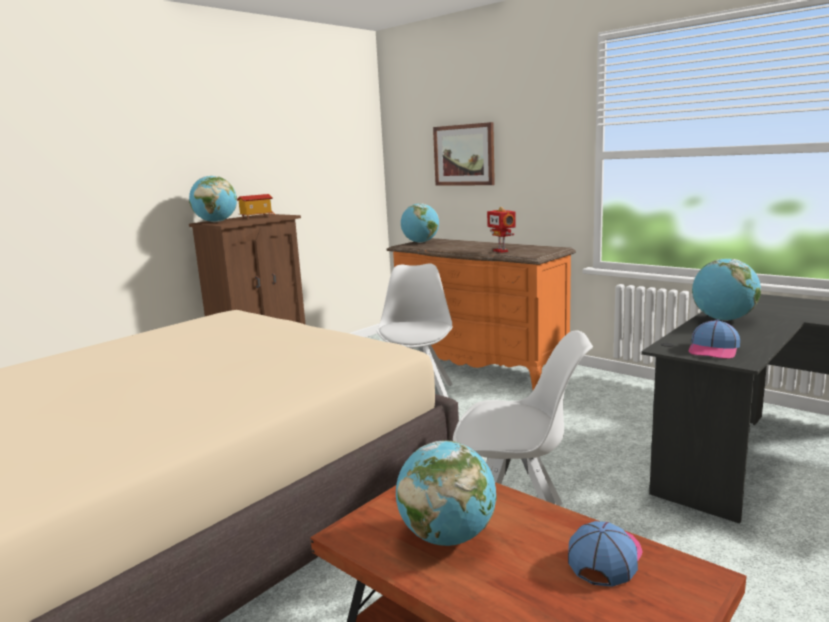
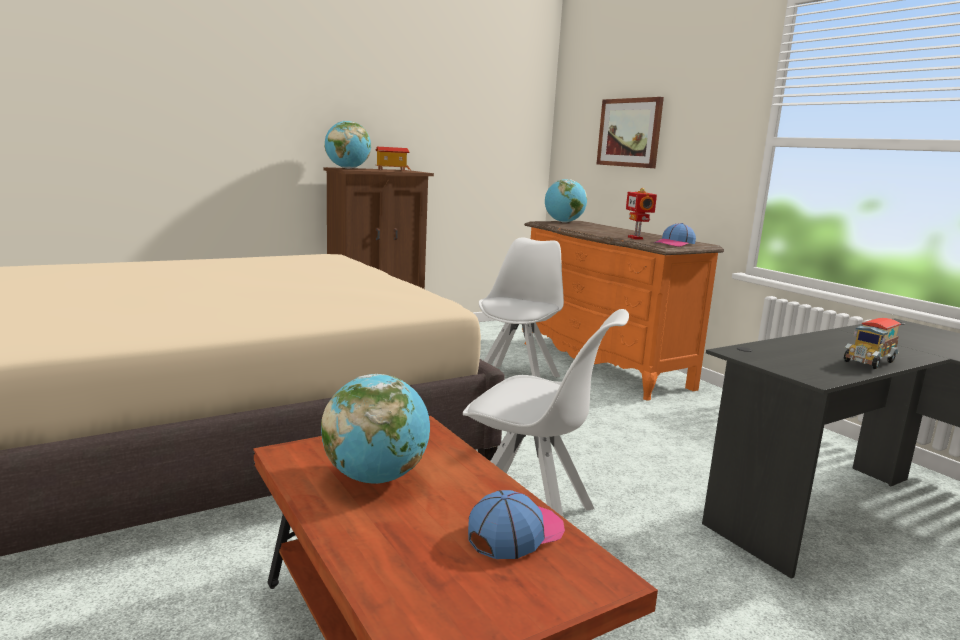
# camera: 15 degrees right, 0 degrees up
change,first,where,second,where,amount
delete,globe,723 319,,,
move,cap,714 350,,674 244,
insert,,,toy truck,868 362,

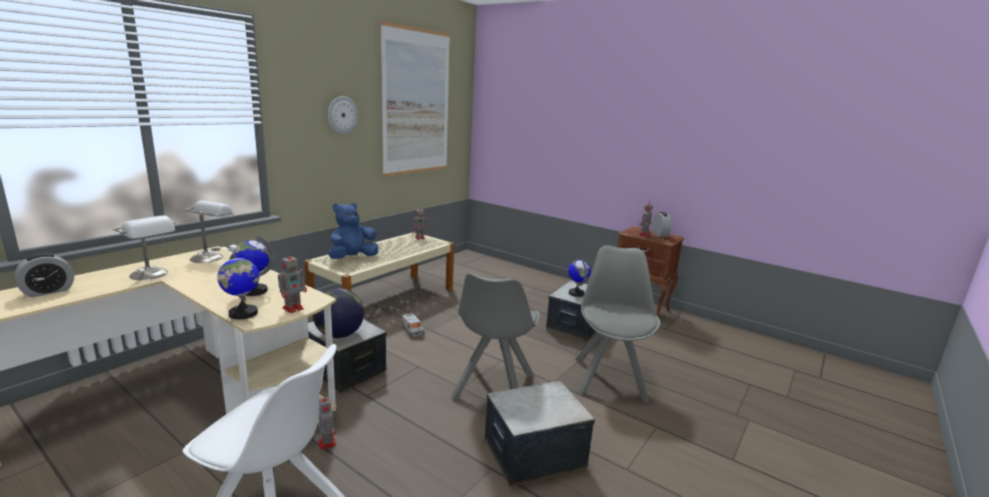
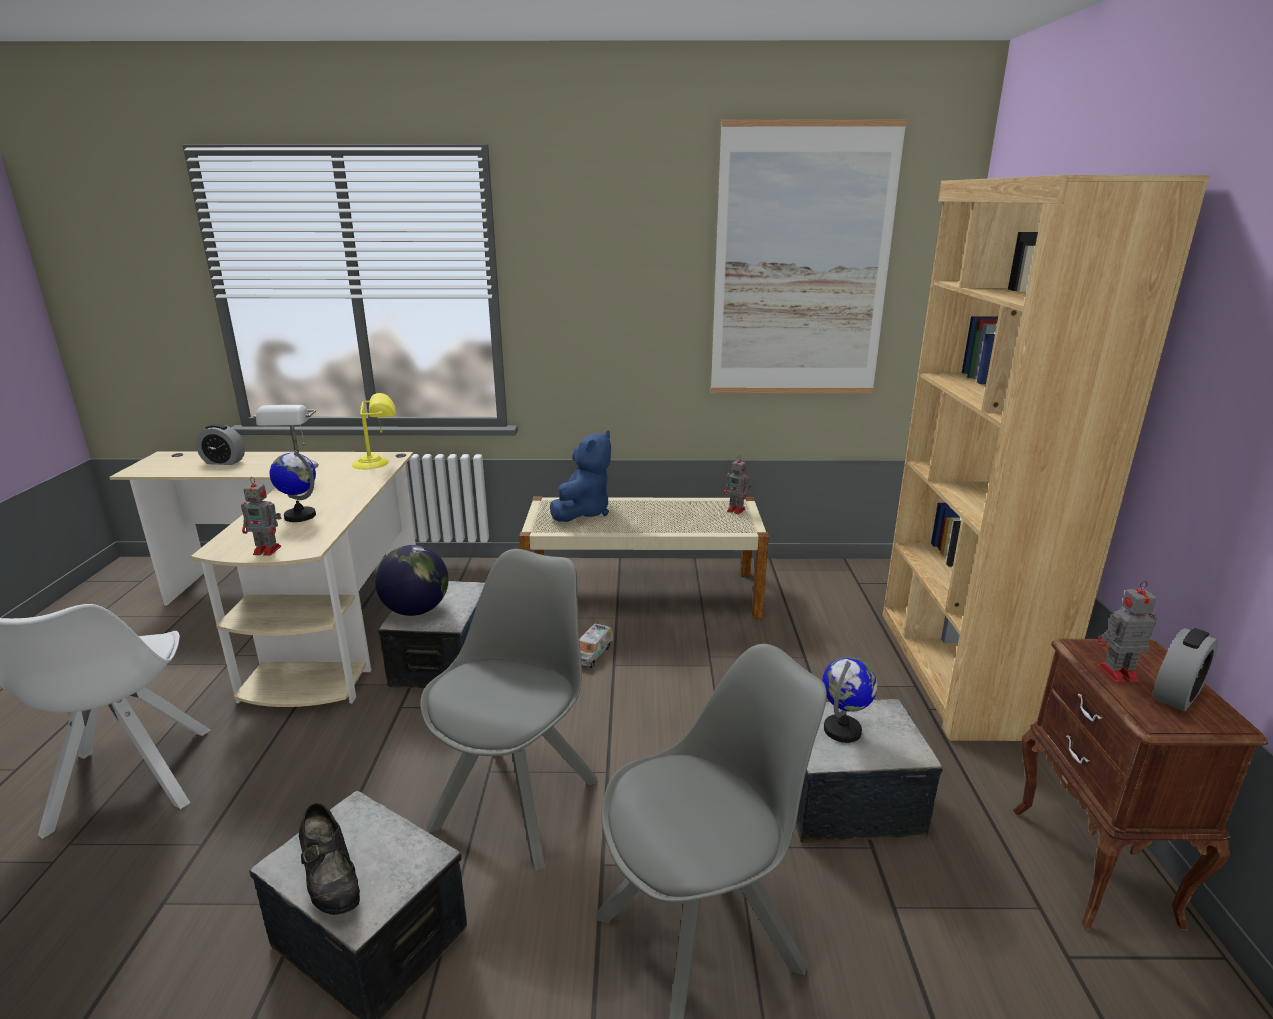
# camera: 55 degrees right, 5 degrees up
change,first,where,second,where,amount
delete,wall clock,342 115,,,
recolor,white table lamp,211 256,yellow table lamp,378 462,
rotate,blue plush toy,352 258,,583 512,105 degrees clockwise
delete,globe,243 313,,,
rotate,grey chair,493 387,,518 801,135 degrees clockwise
delete,toy robot,326 443,,,
insert,,,brown bookcase,956 670,
insert,,,black shoe,331 882,

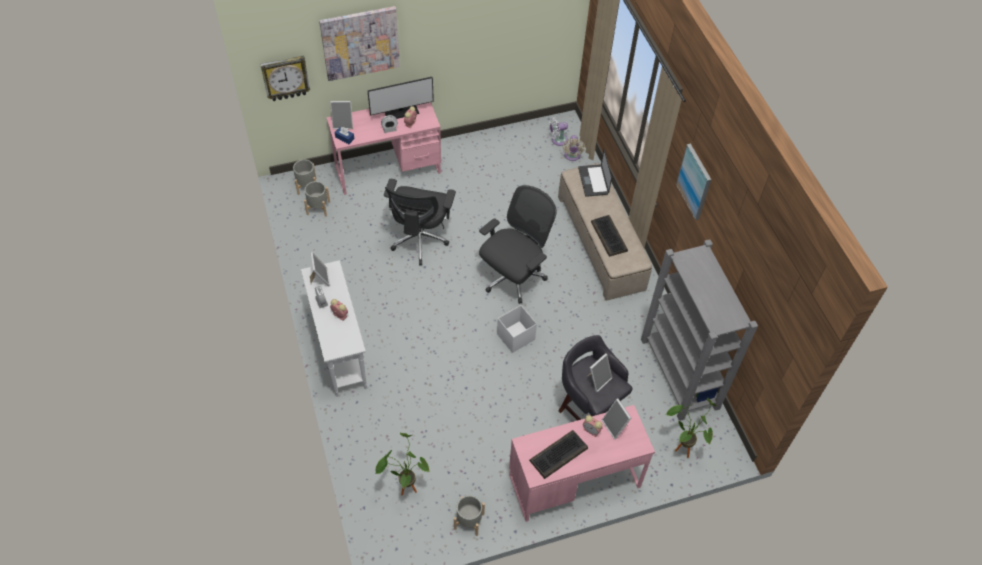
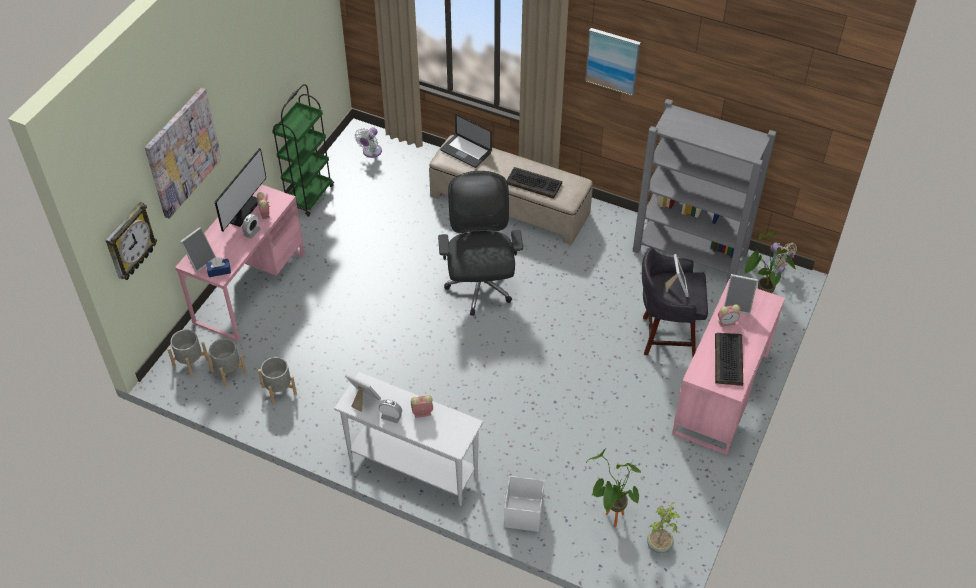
# camera: 45 degrees left, 5 degrees down
change,first,where,second,where,amount
move,beige fan,572 156,,776 267,
delete,office chair,419 238,,,
move,white storage box,515 337,,523 514,
move,grey planter,469 521,,279 390,
insert,,,green cart,309 198,
insert,,,potted plant,660 544,

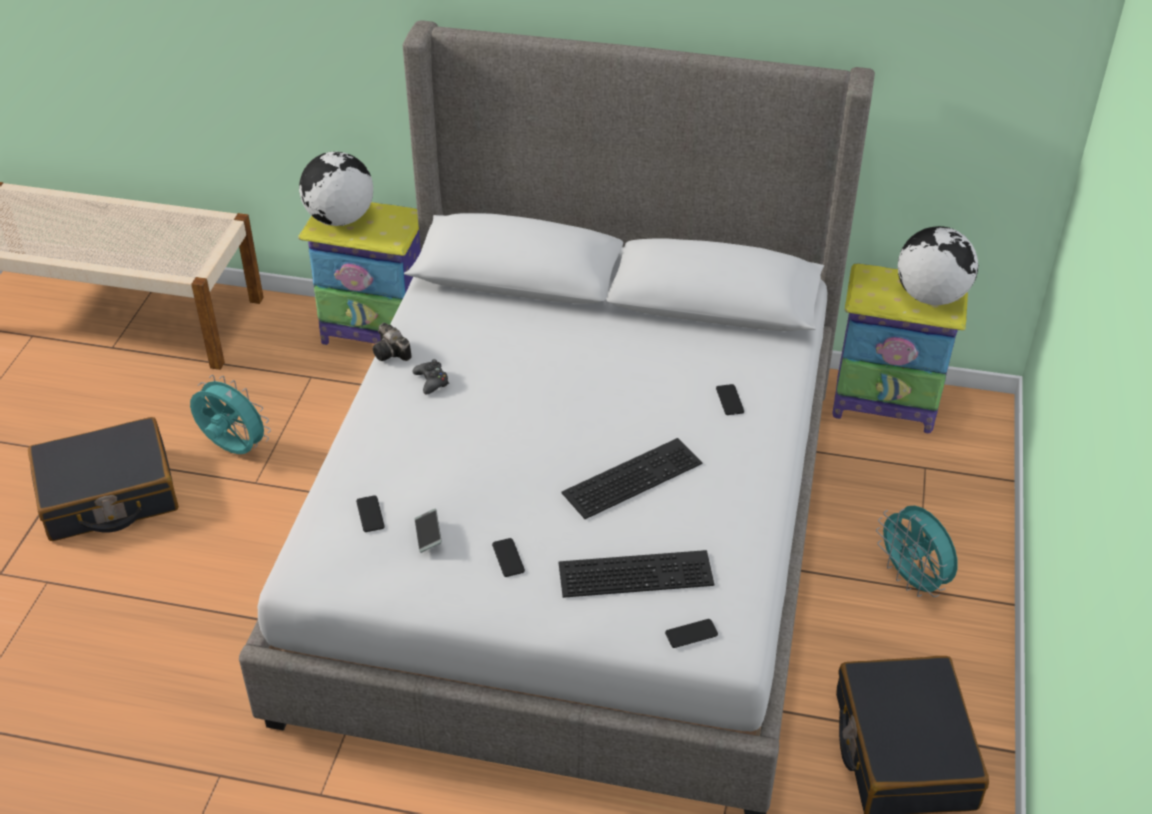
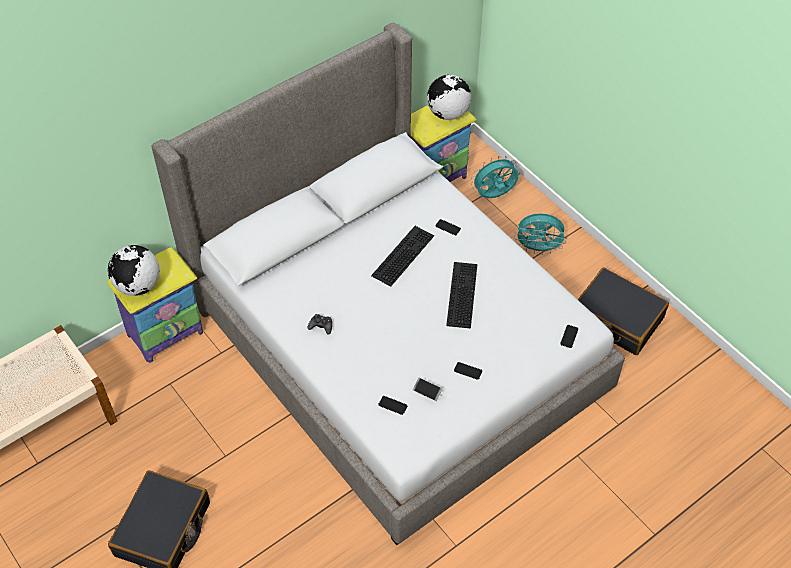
# camera: 50 degrees left, 10 degrees up
change,first,where,second,where,amount
delete,photo camera,392 353,,,
move,turquoise fan,233 449,,494 196,
move,keyboard,637 571,,402 254,

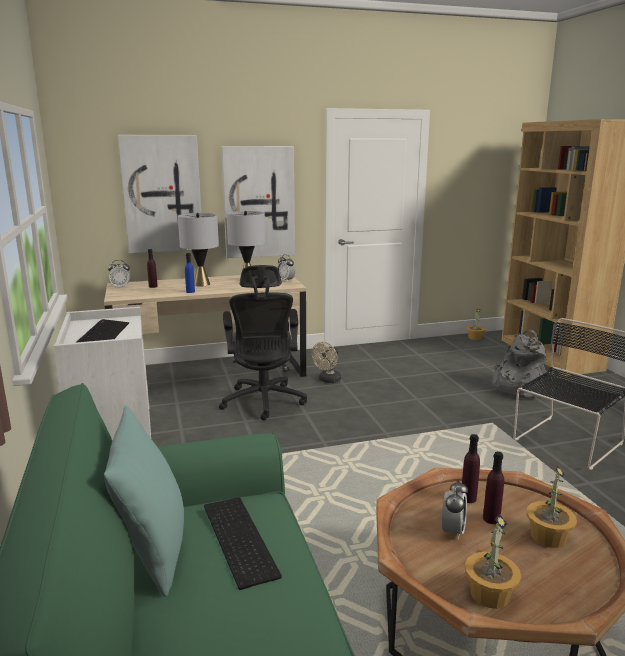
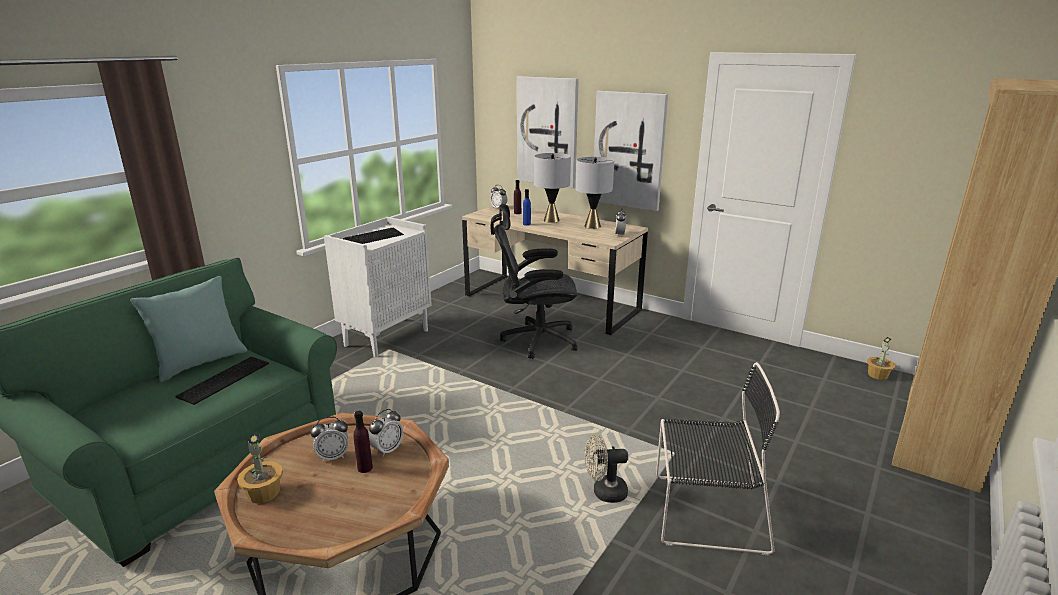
# camera: 50 degrees right, 5 degrees up
change,first,where,second,where,amount
rotate,office chair,263 403,,535 340,45 degrees clockwise
delete,grey backpack,517 388,,,
move,beige fan,328 380,,604 492,
replace,purple bottle,468 498,alarm clock,387 450,
delete,potted plant,547 536,,,

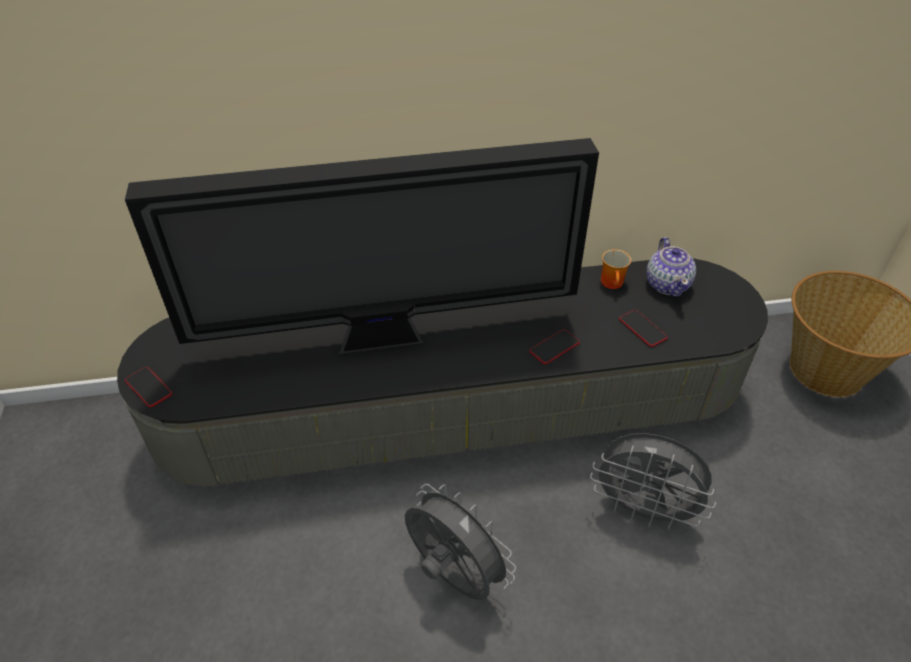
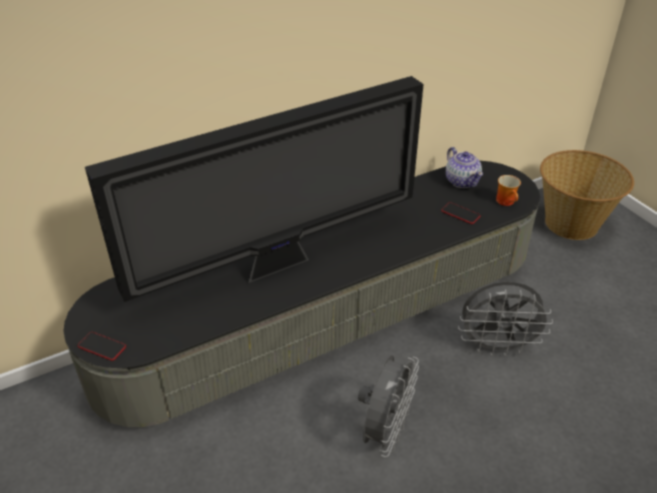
# camera: 20 degrees left, 5 degrees down
change,first,where,second,where,amount
move,mug,614 283,,507 201,
delete,phone,554 347,,,
rotate,grey fan,453 576,,385 431,90 degrees clockwise

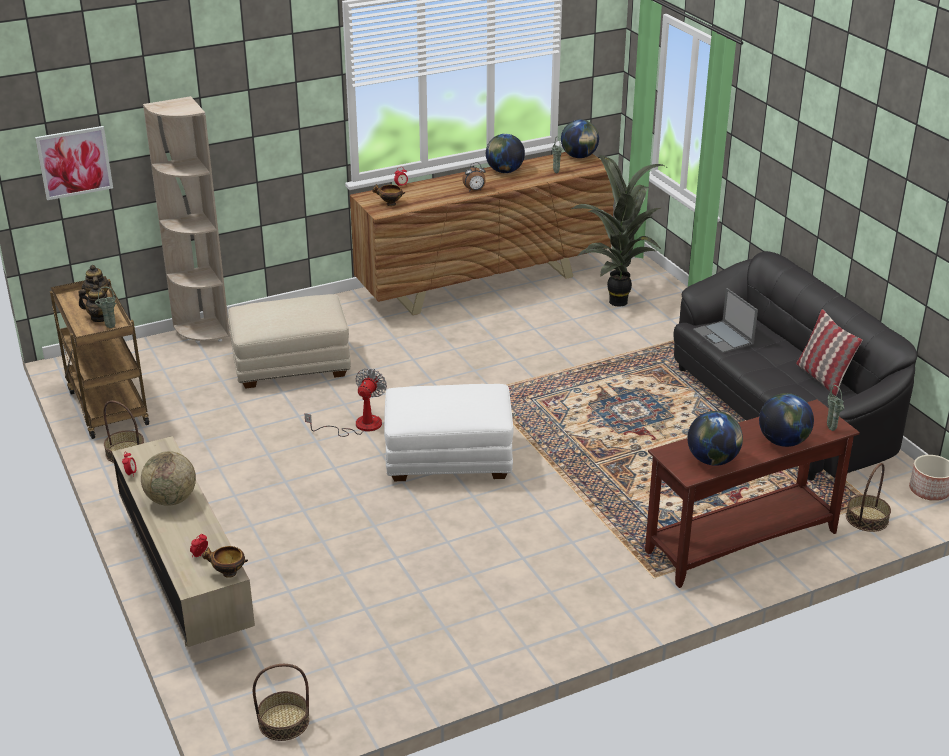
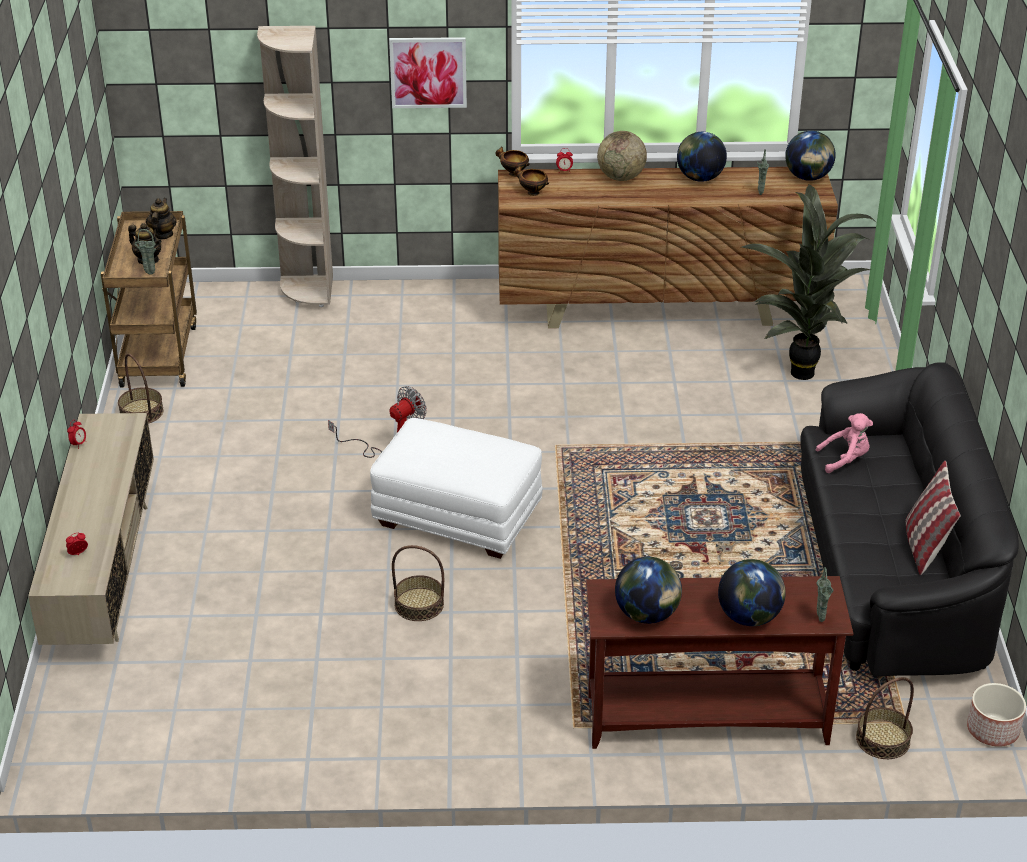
# camera: 25 degrees right, 5 degrees up
change,first,where,second,where,amount
move,picture,74 162,,428 72,
delete,alarm clock,475 190,,,
replace,laptop,723 337,pink plush toy,845 459,
delete,beige ottoman,292 366,,,
move,globe,171 499,,621 177,
move,bowl,228 573,,513 173,
move,basket,283 722,,419 604,

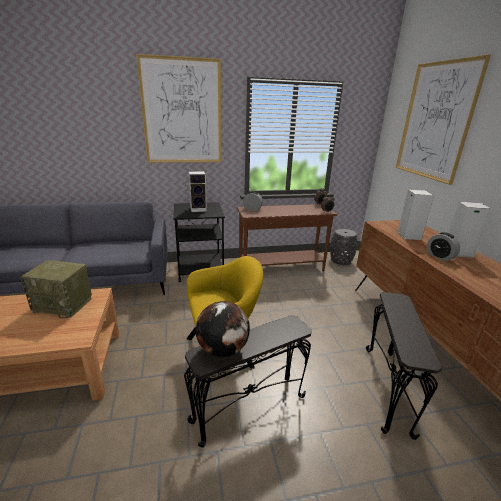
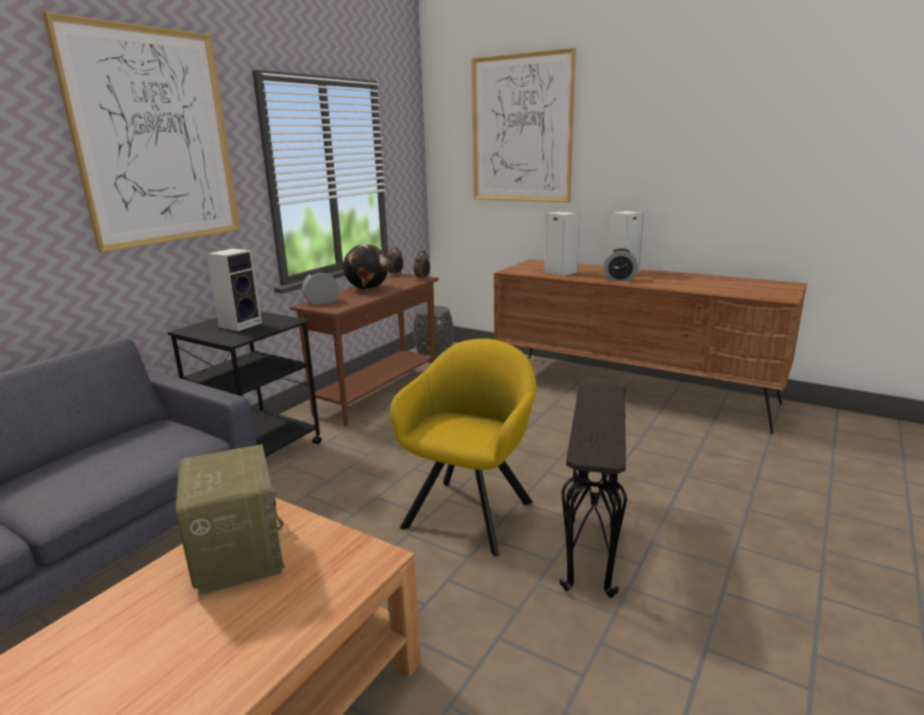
# camera: 45 degrees left, 5 degrees down
change,first,where,second,where,amount
rotate,radio,64 305,,237 553,75 degrees counterclockwise
delete,black side table,387 388,,,
move,globe,223 349,,367 289,

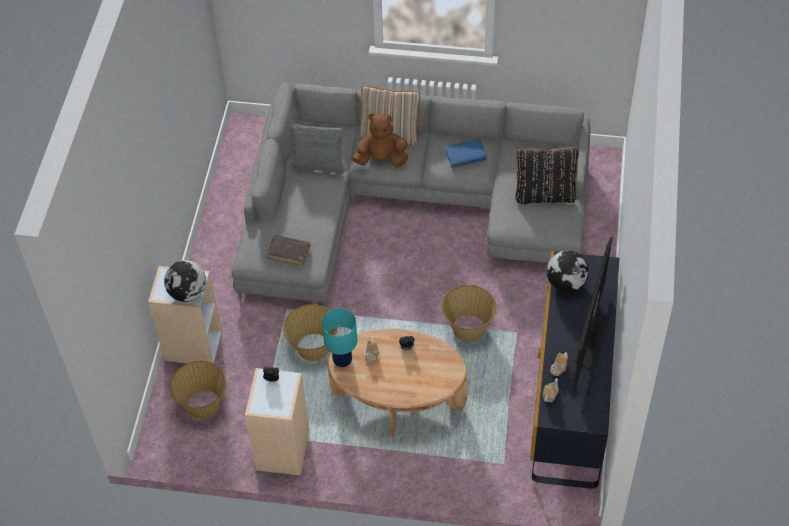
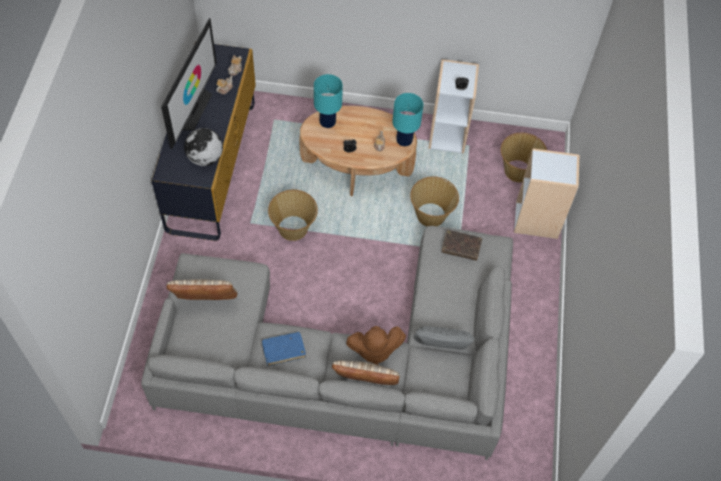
# camera: 175 degrees right, 5 degrees up
change,first,where,second,where,amount
recolor,black pillow,545 194,beige pillow,206 303,
delete,globe,188 293,,,
insert,,,turquoise table lamp,327 123,

